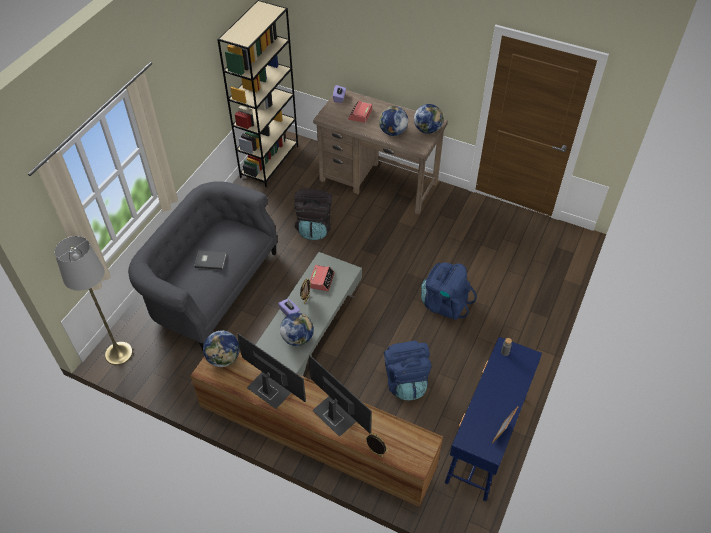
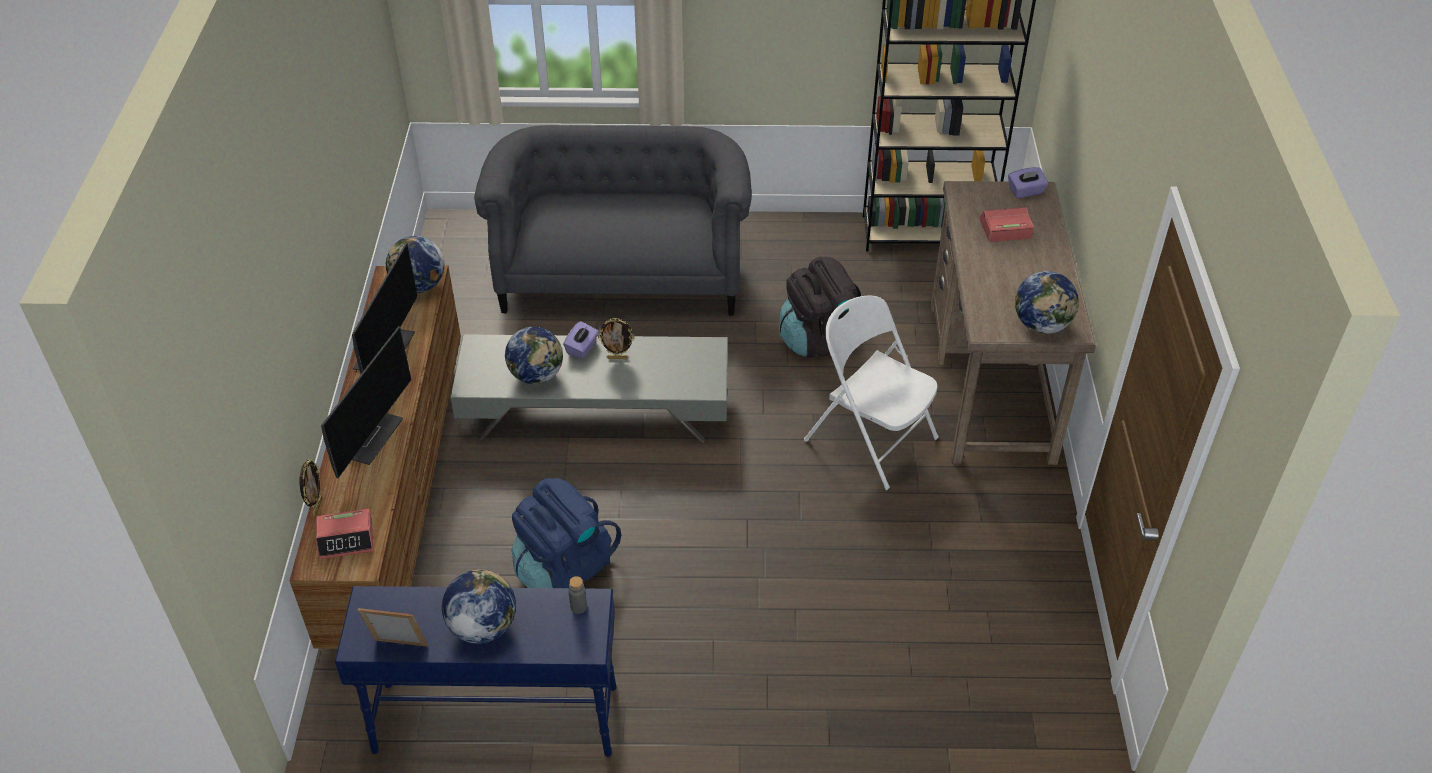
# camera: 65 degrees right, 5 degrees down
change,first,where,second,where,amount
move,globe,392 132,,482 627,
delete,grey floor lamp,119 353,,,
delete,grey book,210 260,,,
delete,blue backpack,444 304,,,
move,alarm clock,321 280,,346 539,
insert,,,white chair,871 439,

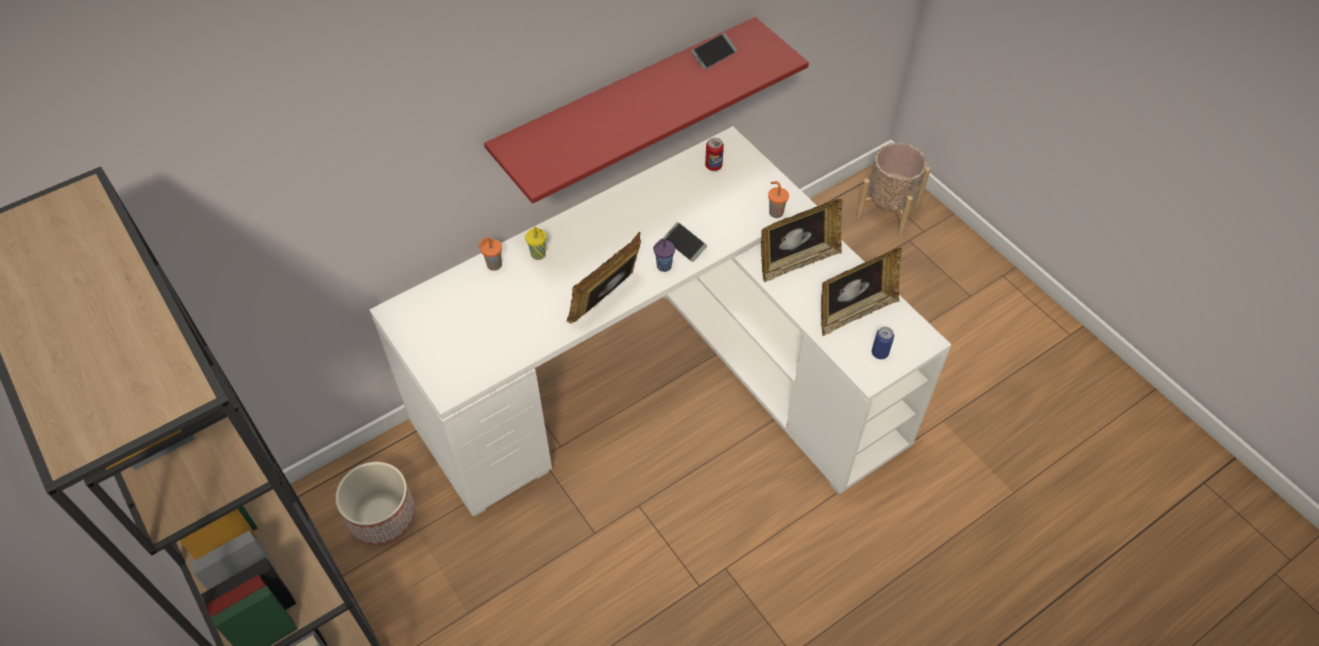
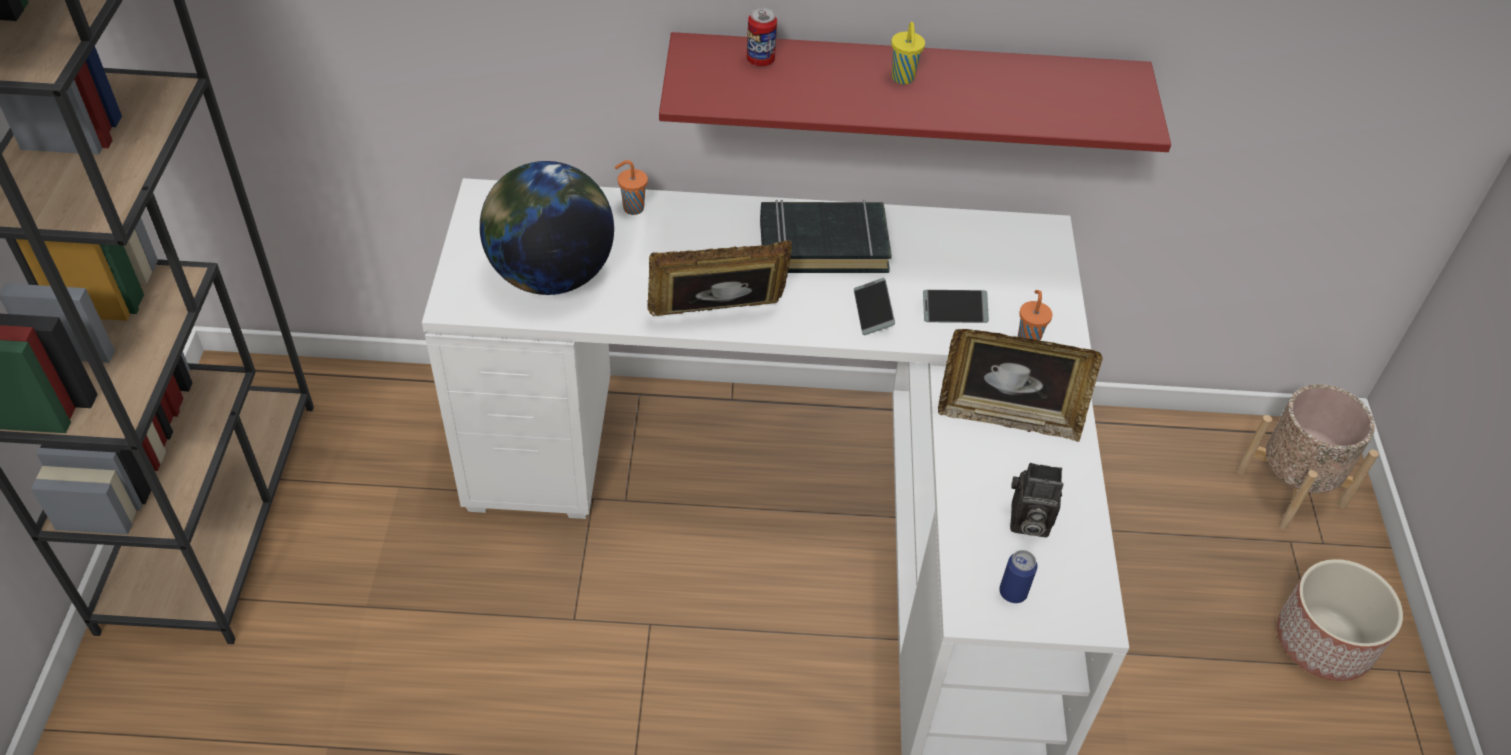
# camera: 35 degrees right, 5 degrees down
change,first,where,second,where,amount
move,phone,714 55,,954 311,
move,can,713 166,,760 60,
move,yellow cup,539 255,,903 79,
delete,purple cup,663 266,,,
replace,picture frame,854 312,photo camera,1027 522,
move,planter,382 515,,1323 640,
insert,,,globe,551 275,
insert,,,black book,823 244,

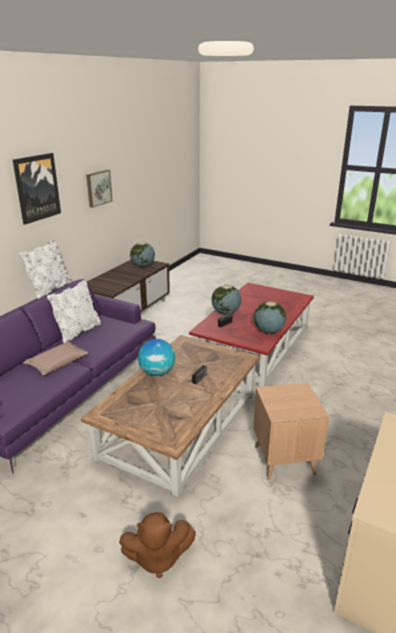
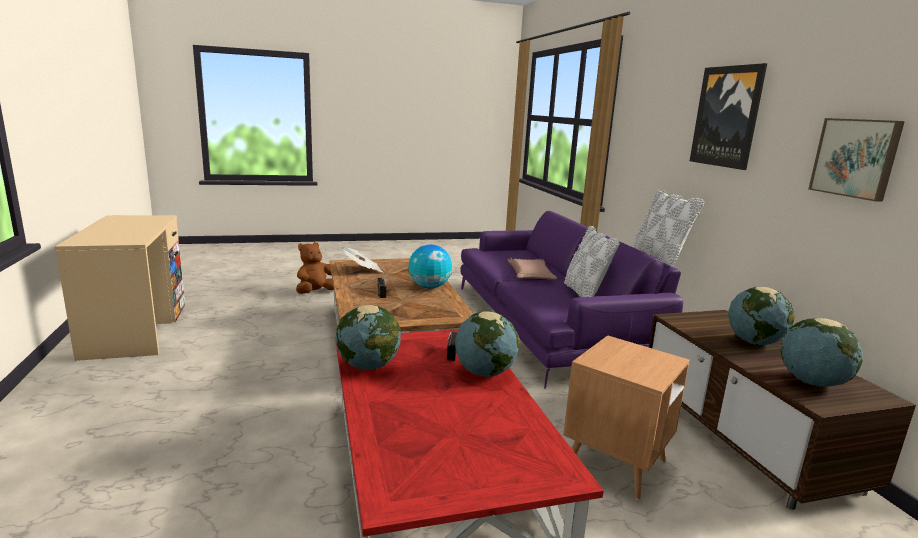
# camera: 135 degrees right, 10 degrees down
change,first,where,second,where,amount
move,brown side table,284 460,,616 463,
insert,,,newspaper,362 270,
insert,,,globe,754 342,

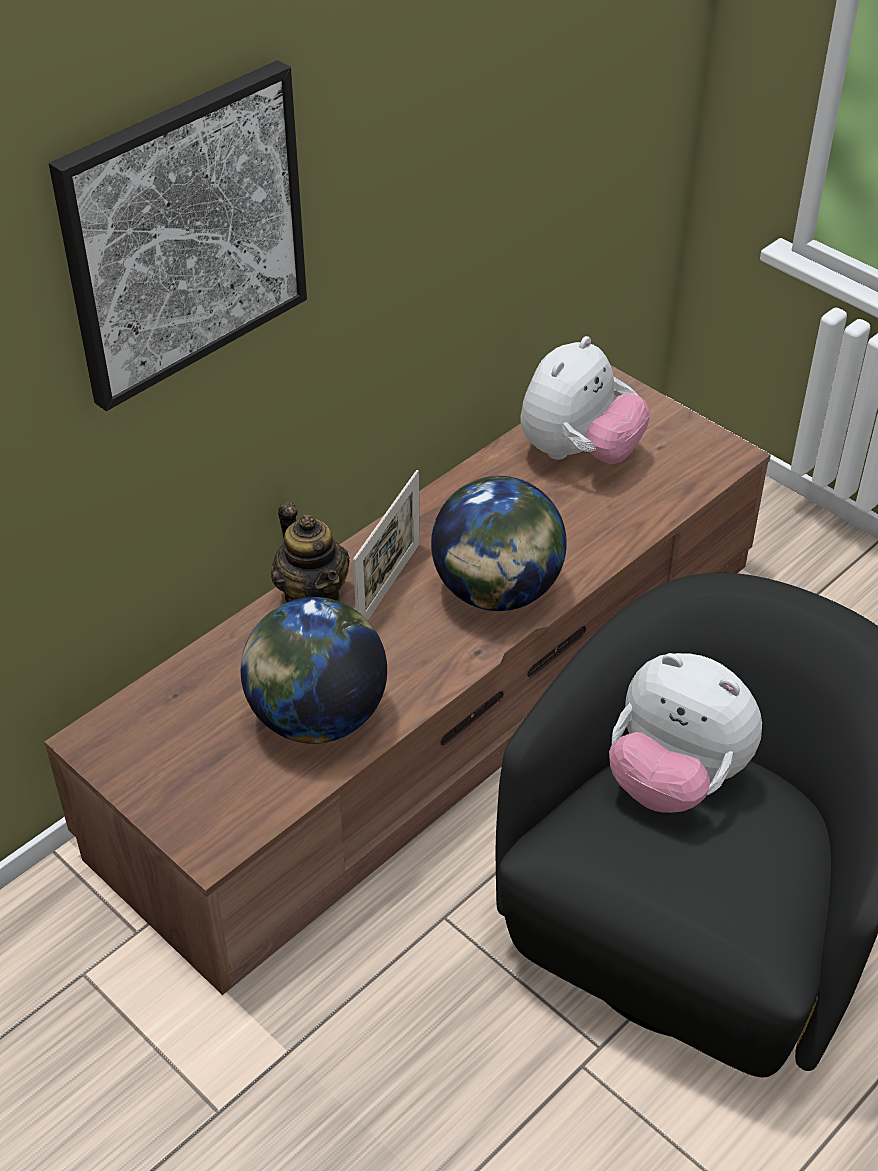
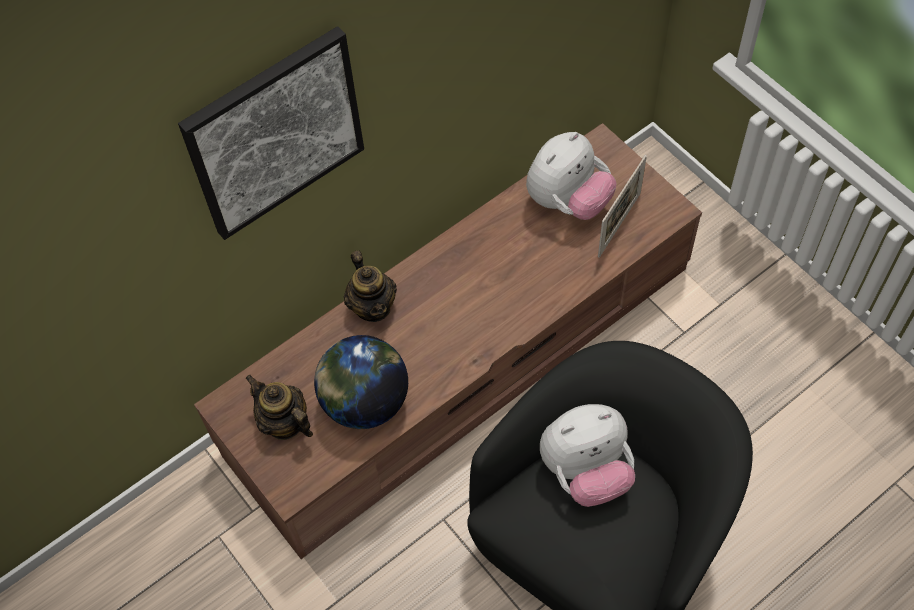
# camera: 10 degrees right, 15 degrees up
change,first,where,second,where,amount
move,picture frame,389 587,,619 225,
delete,globe,497 591,,,
rotate,plush toy,675 779,,586 471,60 degrees counterclockwise
insert,,,teapot,284 423,

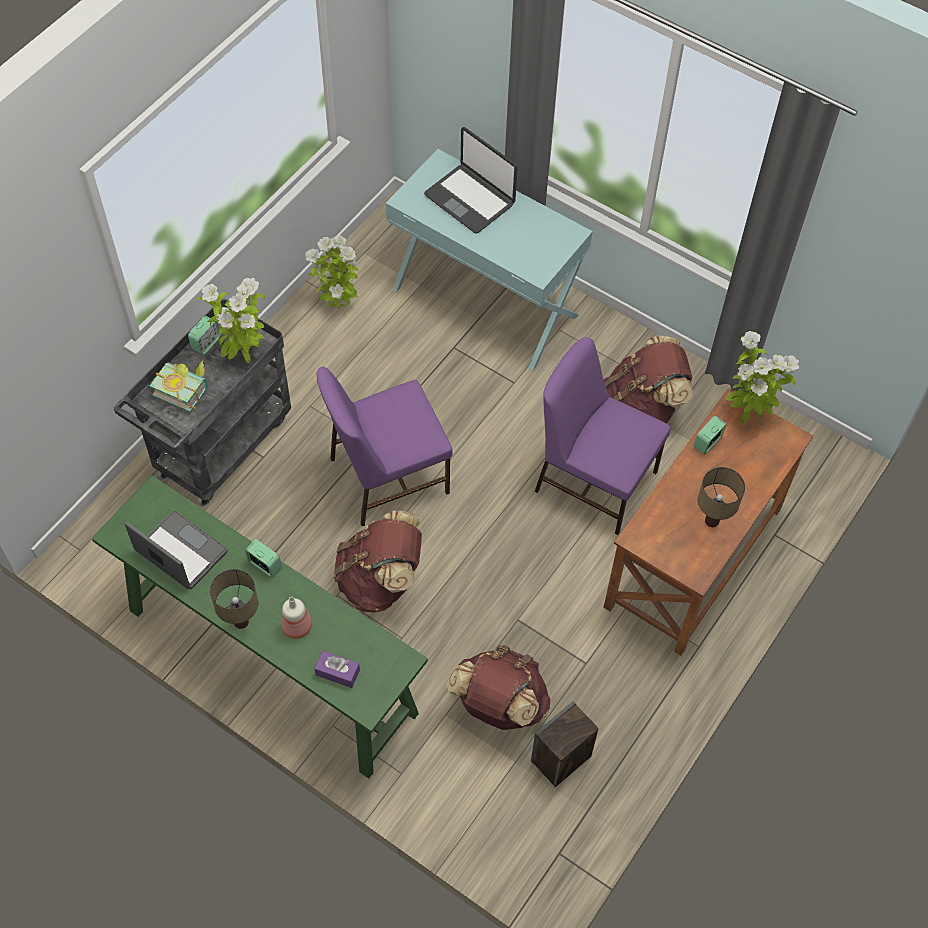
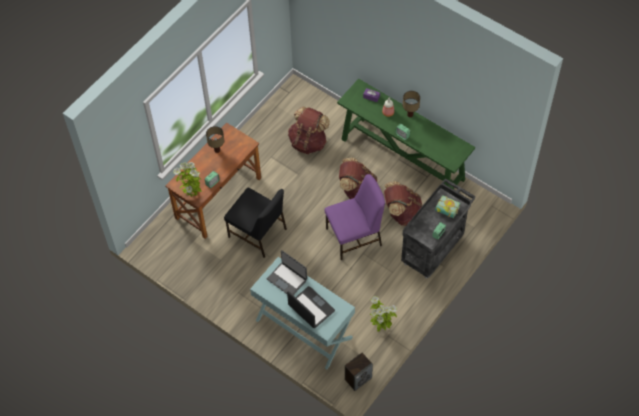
# camera: 175 degrees left, 0 degrees up
change,first,where,second,where,amount
delete,potted plant,243 355,,,
move,brown backpack,642 409,,401 213,
recolor,purple chair,594 479,black chair,258 234,
move,laptop,180 552,,287 279,
move,speaker,561 759,,358 378,

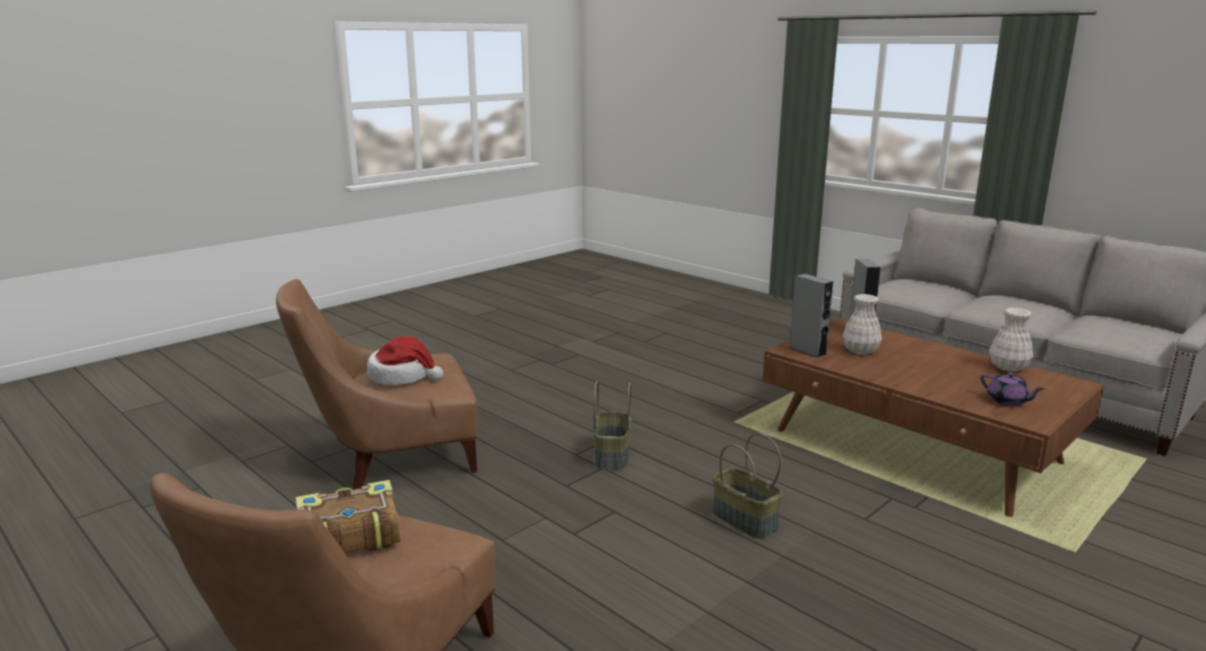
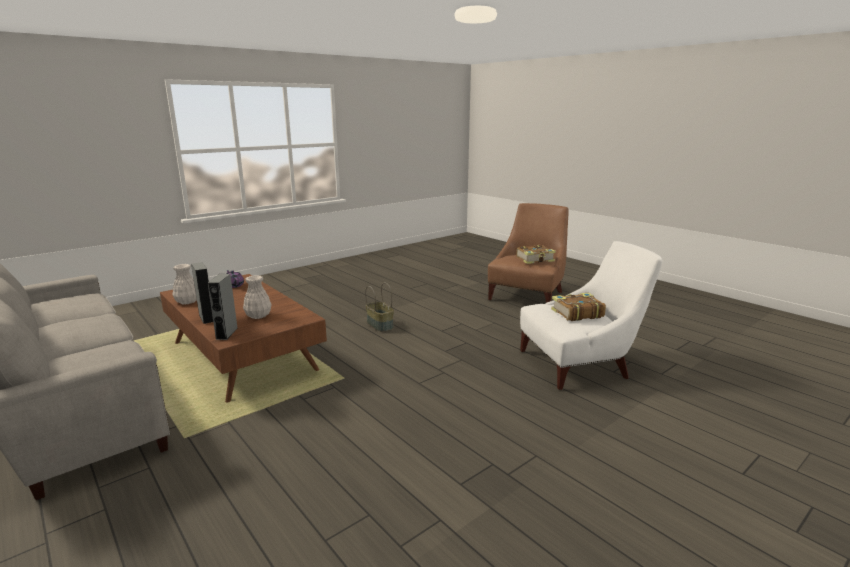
# camera: 175 degrees left, 0 degrees up
change,first,where,second,where,amount
move,grey speaker,807 351,,206 318,
recolor,brown armchair,391 455,white armchair,581 363,
replace,hat,402 376,book,576 313,
delete,basket,613 456,,,

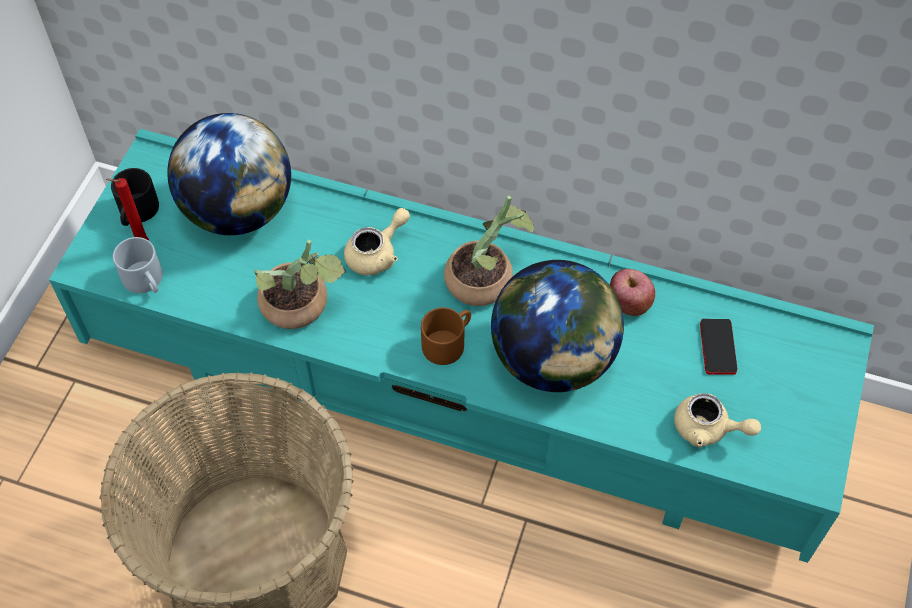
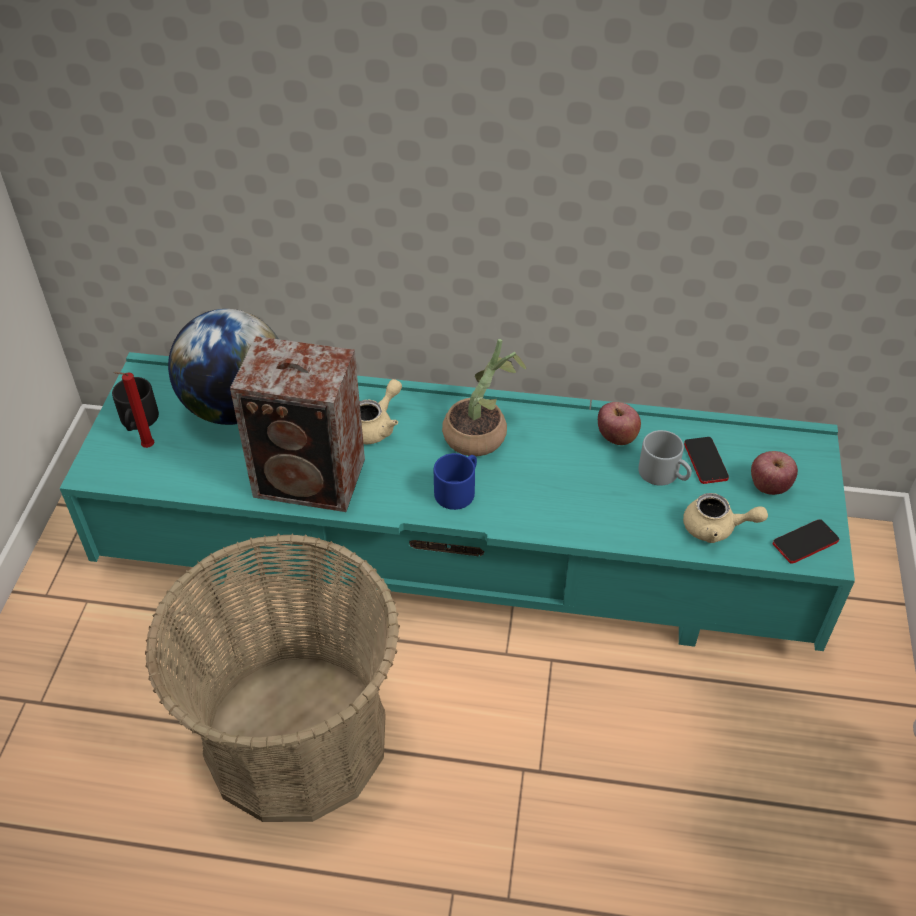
# camera: 10 degrees left, 10 degrees down
change,first,where,second,where,amount
move,grey mug,147 281,,664 474,
replace,potted plant,301 307,speaker,312 479,
delete,globe,553 359,,,
recolor,brown mug,448 341,blue mug,458 489,
insert,,,apple,769 486,
insert,,,phone,805 542,

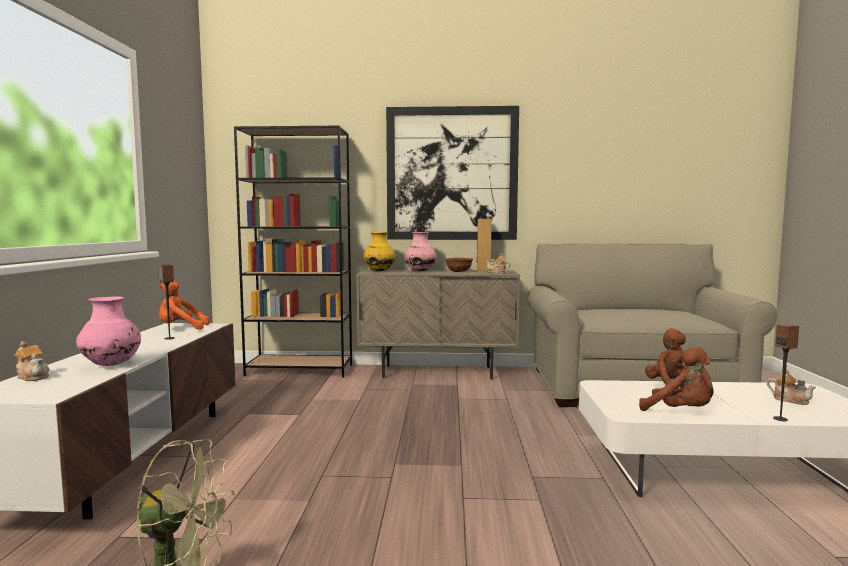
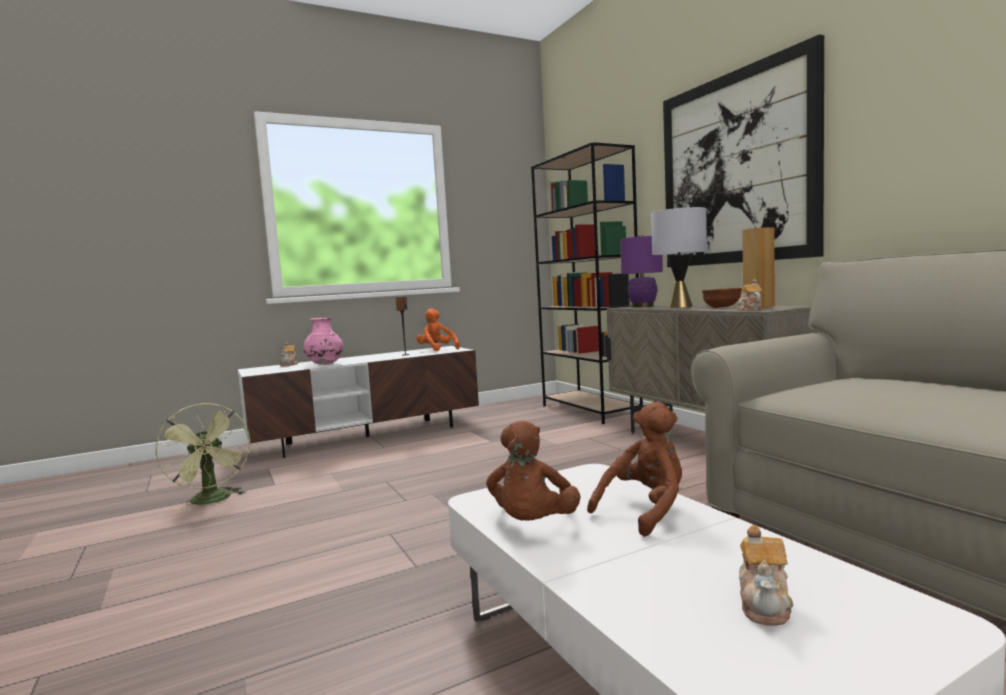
# camera: 60 degrees right, 0 degrees up
change,first,where,second,where,amount
replace,yellow vase,379 271,purple table lamp,642 306,
replace,pink vase,420 271,grey table lamp,680 306,
delete,speaker,780 419,,,

